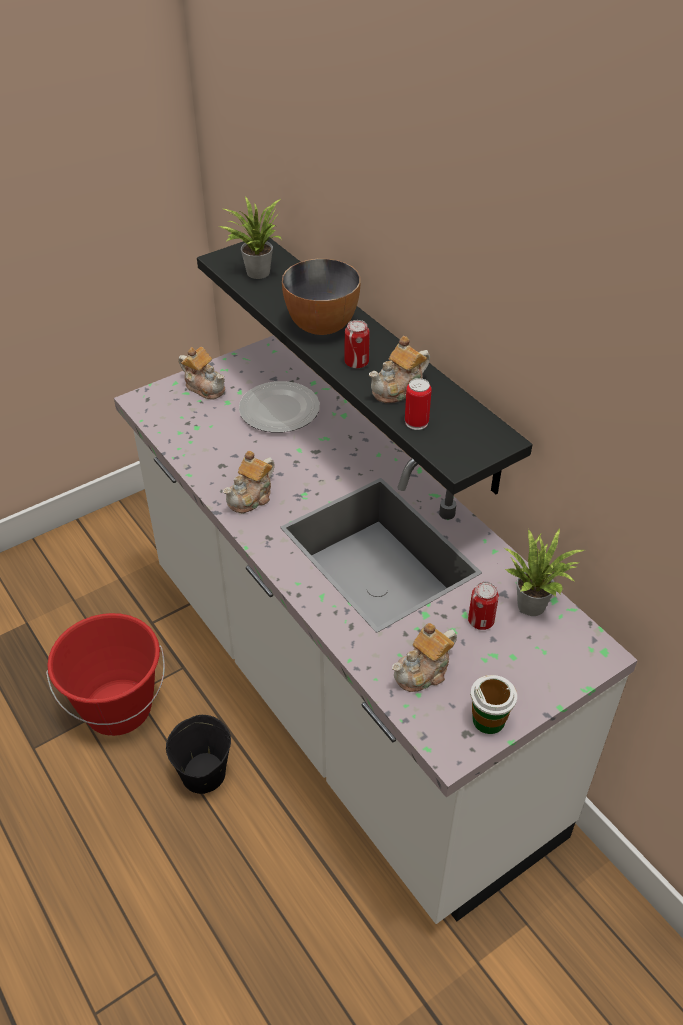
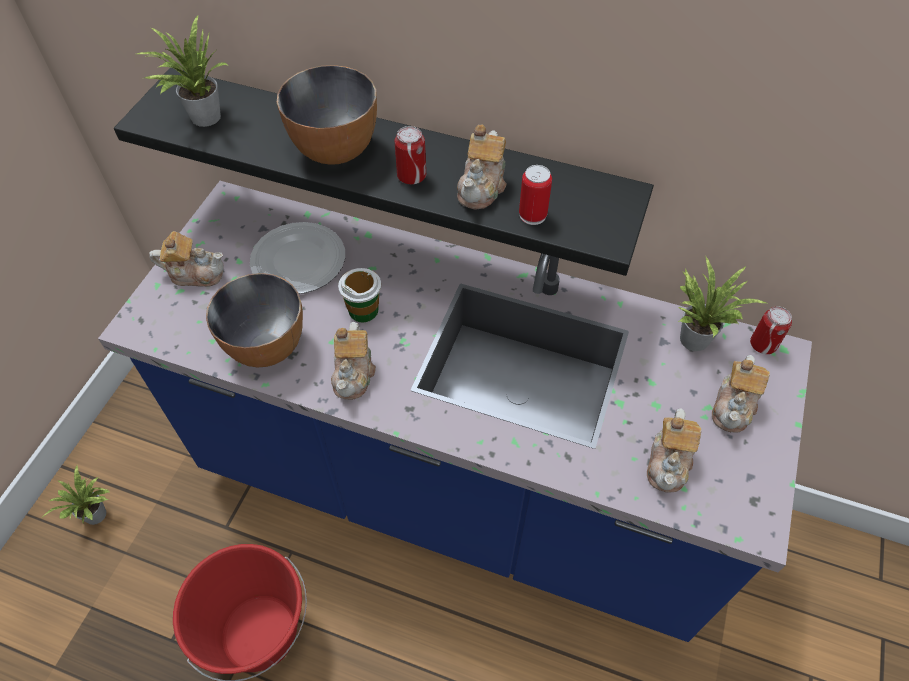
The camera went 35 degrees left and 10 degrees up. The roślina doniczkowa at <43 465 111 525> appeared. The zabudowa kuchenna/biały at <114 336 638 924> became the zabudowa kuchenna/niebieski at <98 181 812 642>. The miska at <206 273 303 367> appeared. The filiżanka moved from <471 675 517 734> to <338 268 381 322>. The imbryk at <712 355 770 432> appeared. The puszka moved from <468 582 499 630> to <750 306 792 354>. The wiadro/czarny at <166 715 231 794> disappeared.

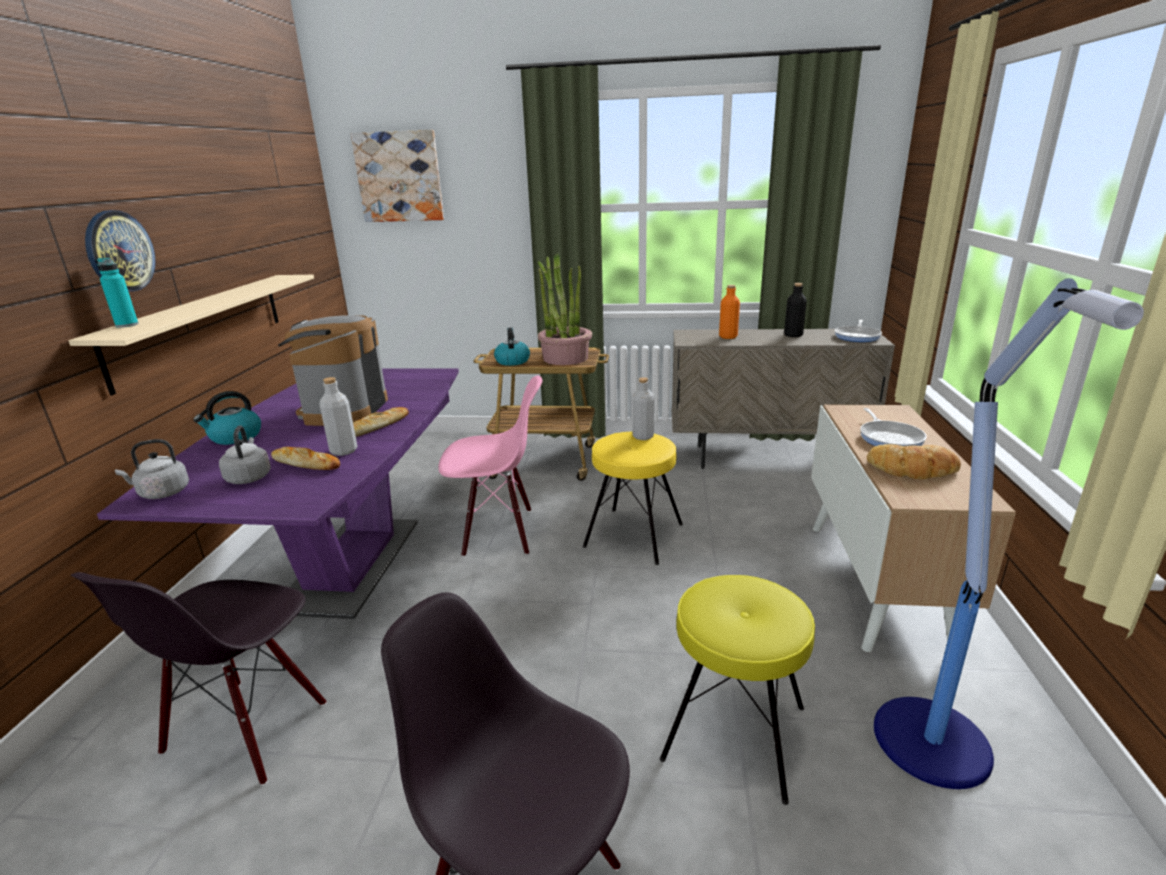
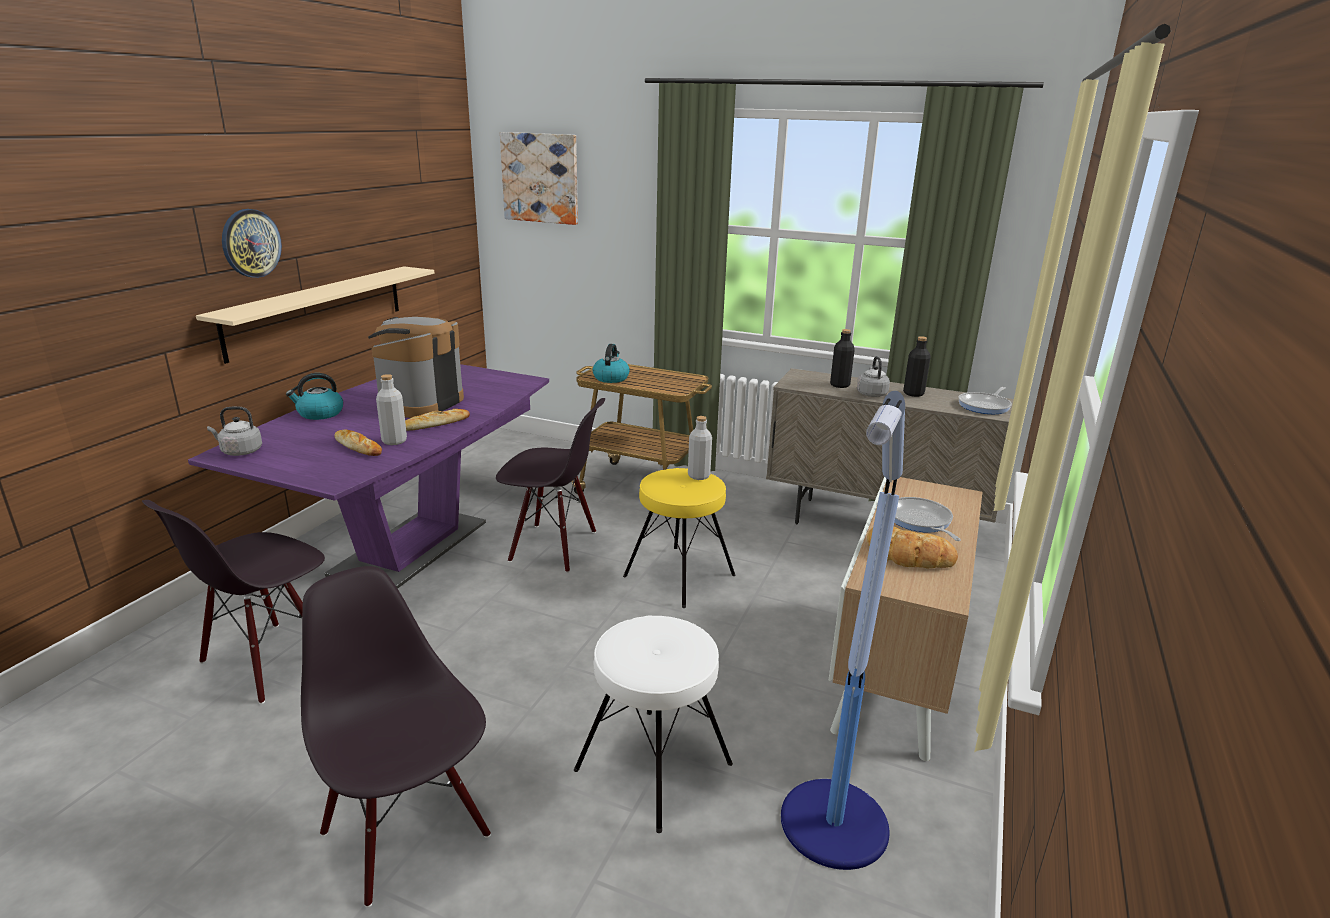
The camera went 15 degrees right and 0 degrees up. The krzesło/różowy at <438 376 542 557> became the krzesło/czarny at <496 398 605 573>. The stołek/żółty at <660 575 815 805> became the stołek/biały at <574 615 733 833>. The butelka/pomarańczowy at <719 285 740 339> became the butelka/czarny at <830 329 855 388>. The czajnik/szary moved from <219 426 271 484> to <857 356 890 397>. The patelnia at <860 408 927 446> turned 150 degrees clockwise. The butelka/turkusowy at <97 258 139 328> disappeared. The roślina doniczkowa at <538 253 592 365> disappeared.

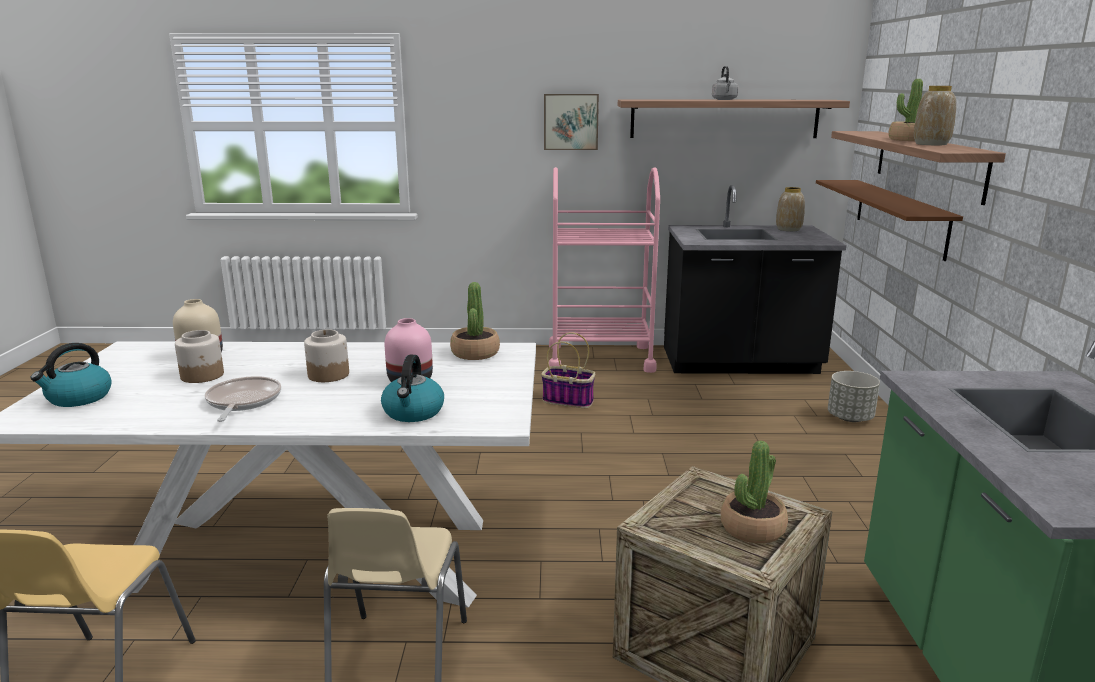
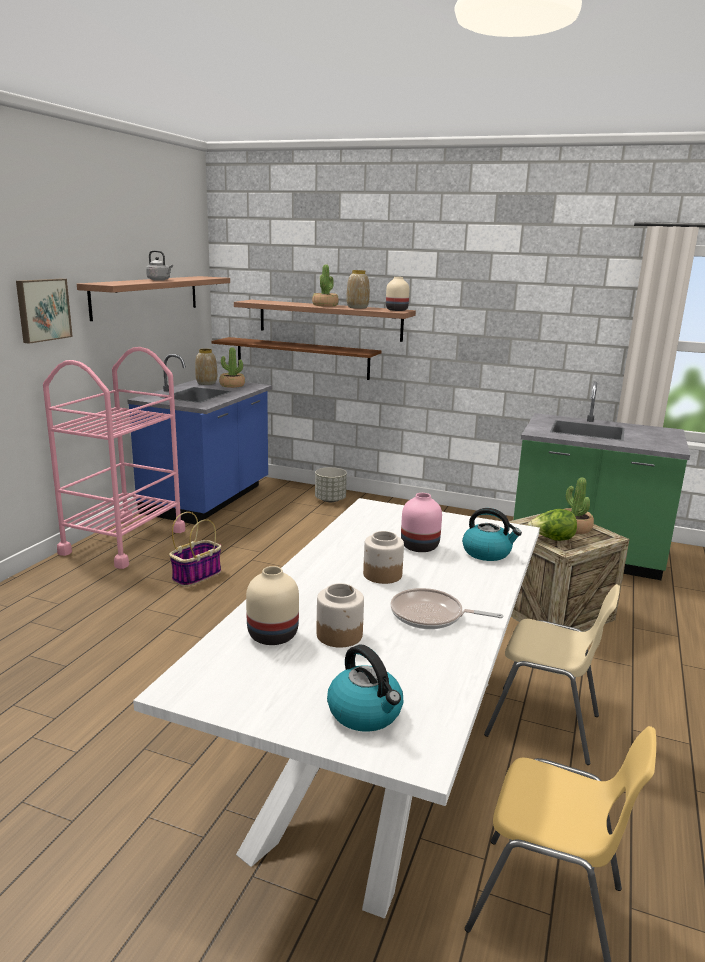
The camera went 70 degrees left and 0 degrees up. The zabudowa kuchenna/czarny at <664 185 846 374> became the zabudowa kuchenna/niebieski at <128 354 272 524>. The roślina doniczkowa moved from <450 282 500 360> to <219 347 245 388>. The wazon/beżowy at <386 277 410 311> appeared. The sałata at <528 509 577 541> appeared.

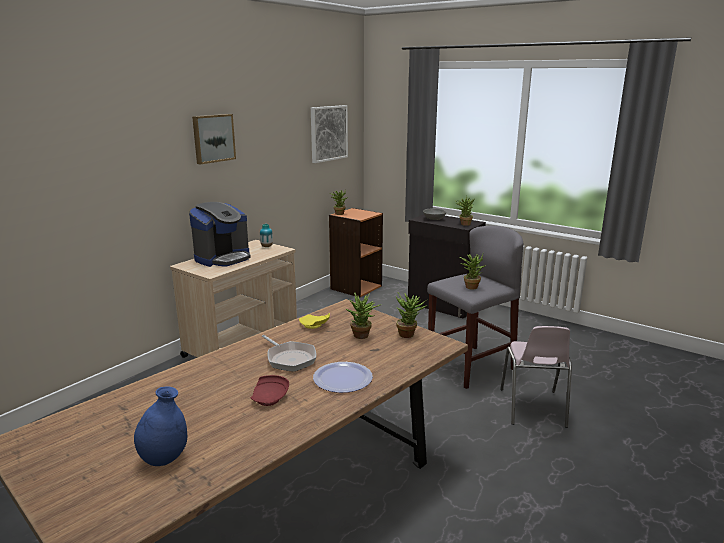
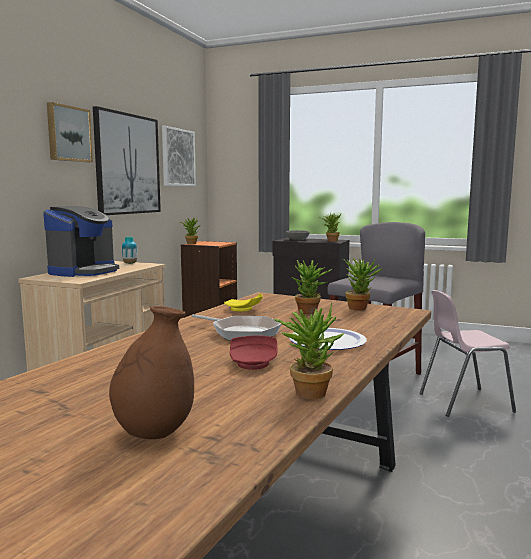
The camera went 15 degrees left and 10 degrees down. The obraz at <93 106 161 215> appeared. The wazon/niebieski at <134 386 187 466> became the wazon/brązowy at <109 306 194 439>. The roślina doniczkowa moved from <459 254 486 290> to <274 303 345 399>. The krzesło/różowy at <500 326 572 428> turned 90 degrees clockwise.

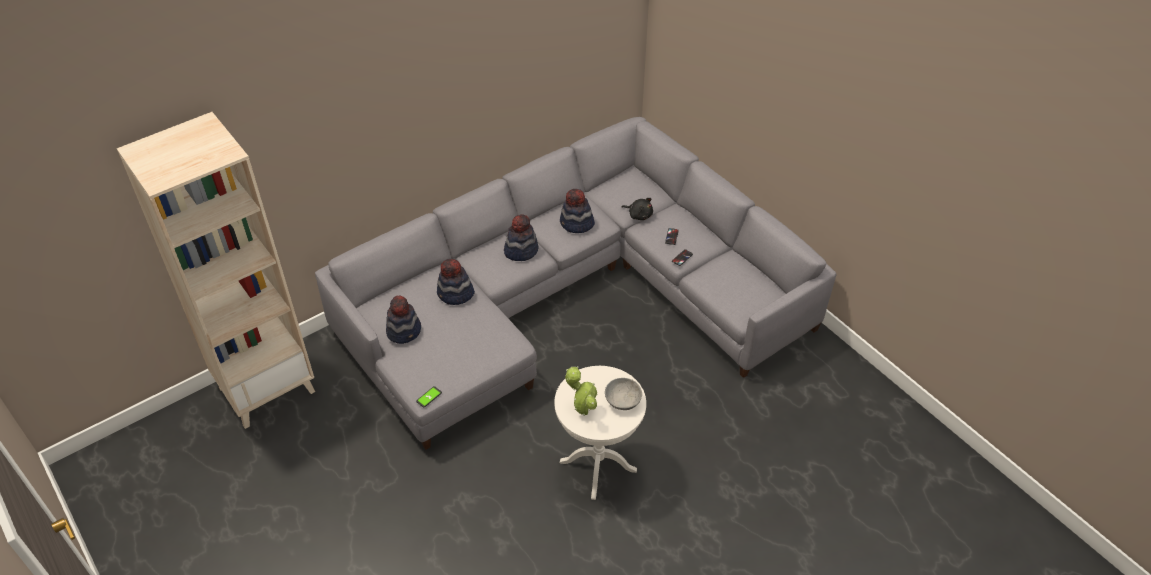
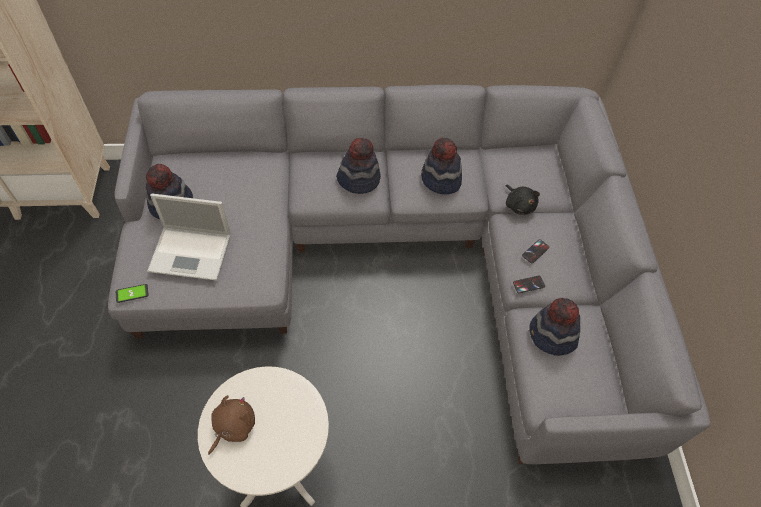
The camera went 30 degrees right and 10 degrees up. The laptop at <147 193 231 281> appeared. The roślina doniczkowa at <565 366 597 416> was replaced by the pluszak/brązowy at <208 395 255 455>. The kapelusz moved from <437 259 475 305> to <529 298 581 356>. The miska/szary at <605 378 642 410> disappeared.

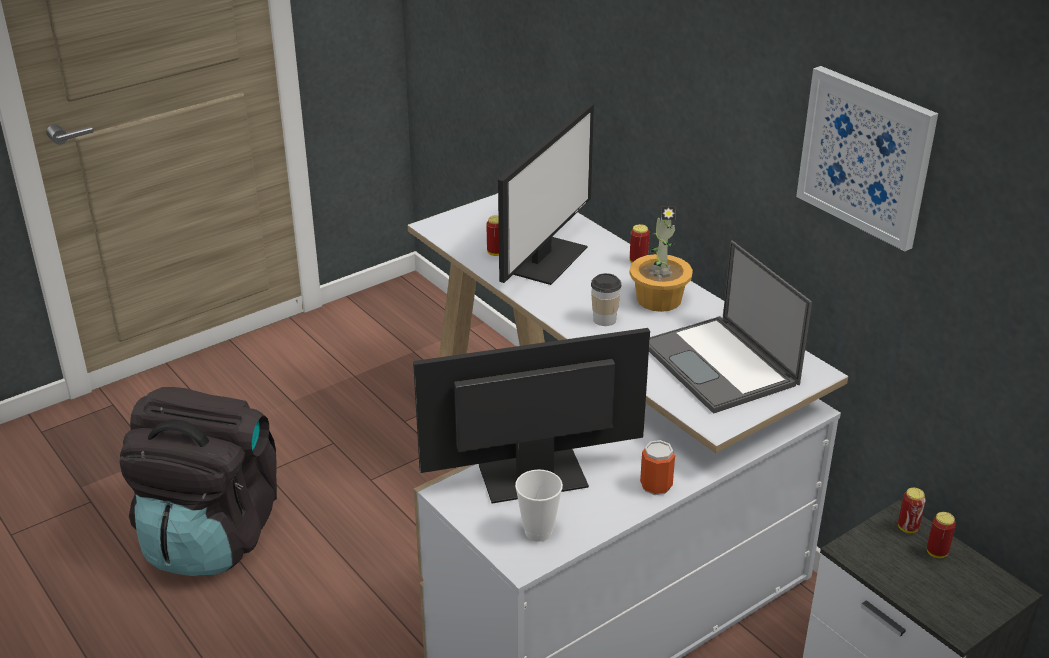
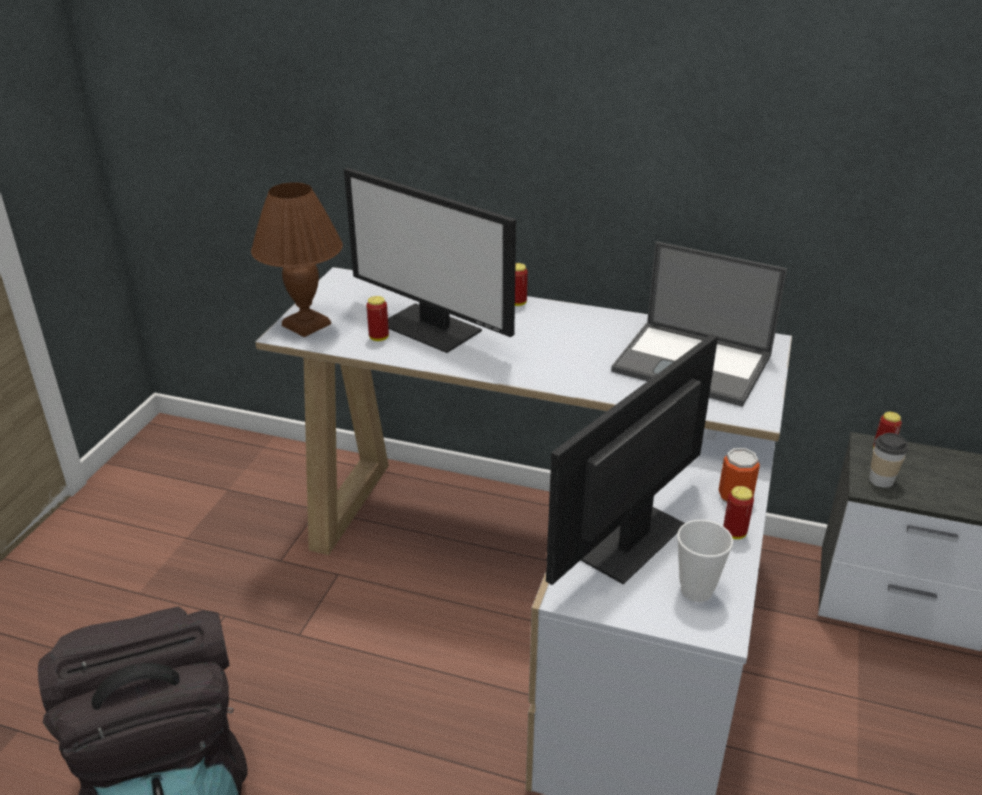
The camera went 35 degrees left and 0 degrees up. The lampa stołowa/brązowy at <251 182 343 337> appeared. The monitor at <498 103 594 285> turned 135 degrees clockwise. The puszka moved from <927 512 956 558> to <723 486 754 539>. The filiżanka moved from <591 273 621 326> to <869 433 908 488>. The roślina doniczkowa at <629 207 693 312> disappeared. The obraz at <796 66 938 251> disappeared.

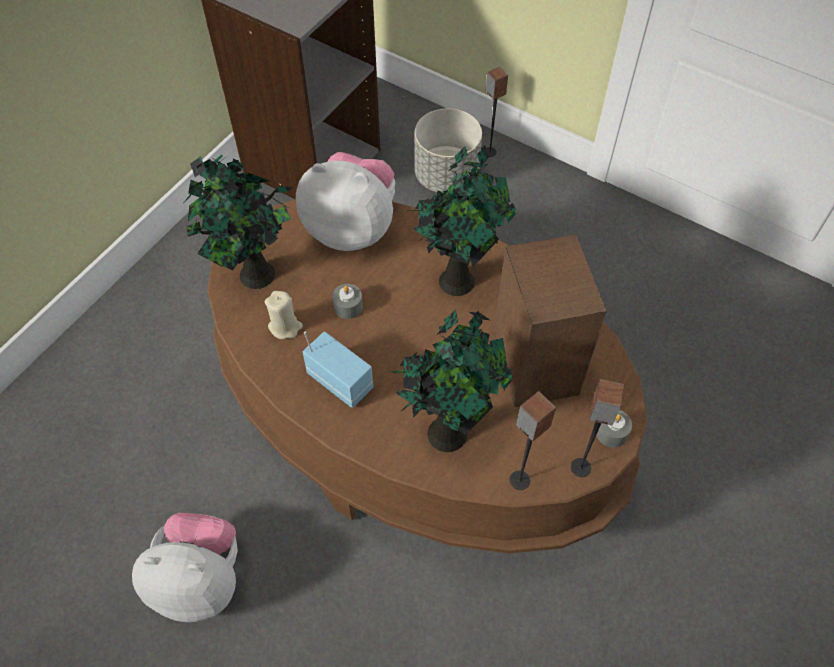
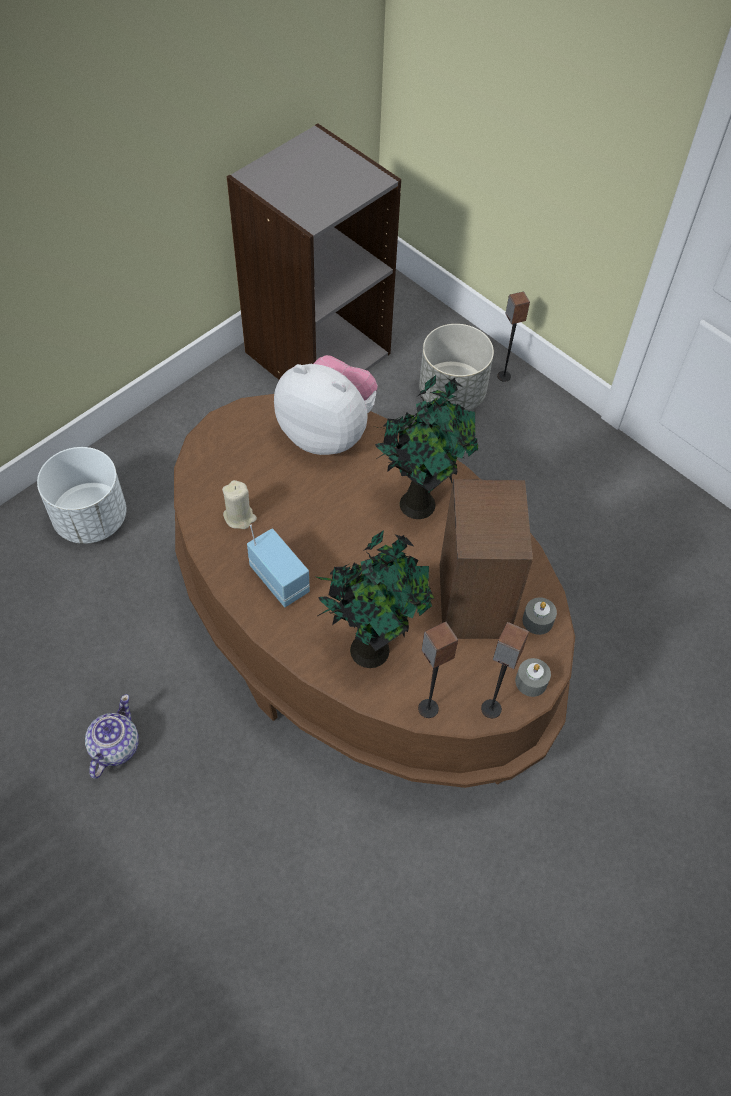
The camera went 10 degrees right and 0 degrees up. The donica/biały at <37 447 127 544> appeared. The pluszak at <132 513 238 622> was replaced by the imbryk at <85 694 139 779>. The świeca/szary moved from <332 284 363 319> to <522 597 557 635>. The roślina doniczkowa at <184 154 293 289> disappeared.

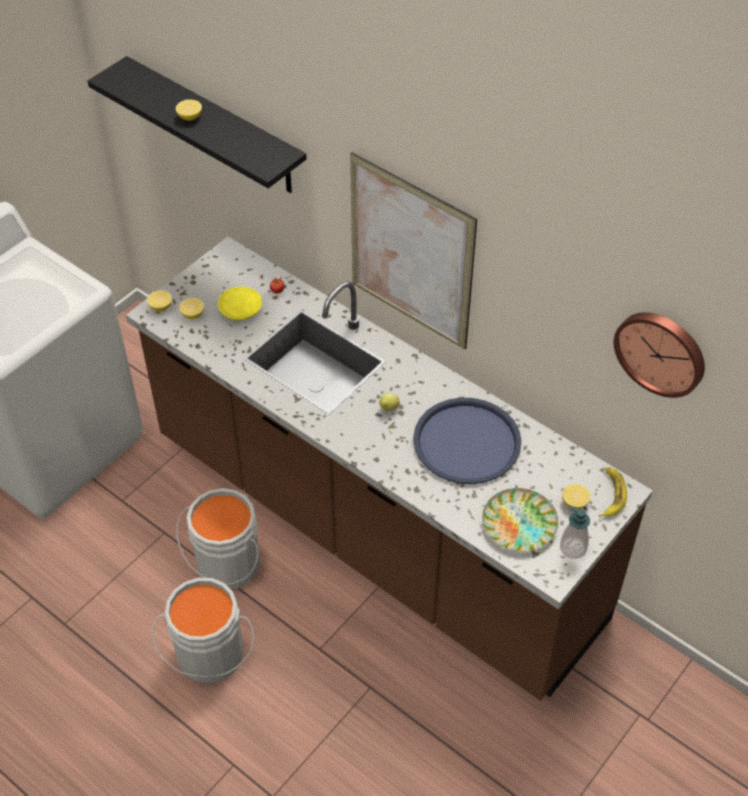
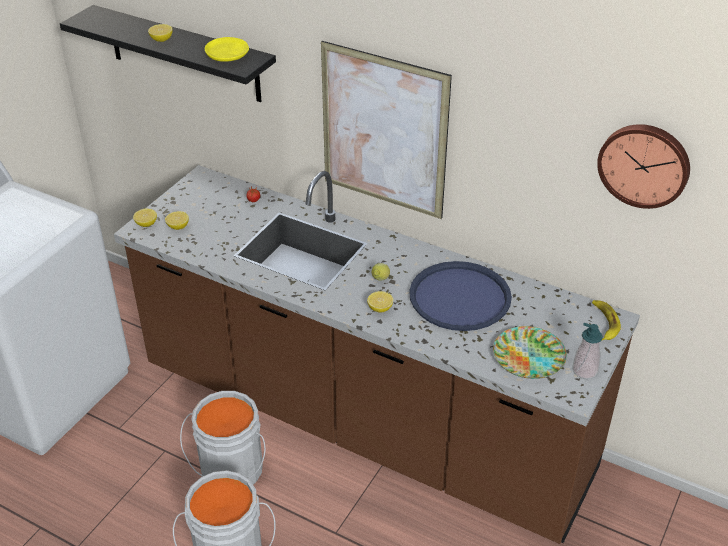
The camera went 10 degrees left and 10 degrees down. The talerz/żółty moved from <218 286 262 320> to <205 37 249 62>. The cytryna moved from <562 484 591 509> to <367 291 393 313>.

